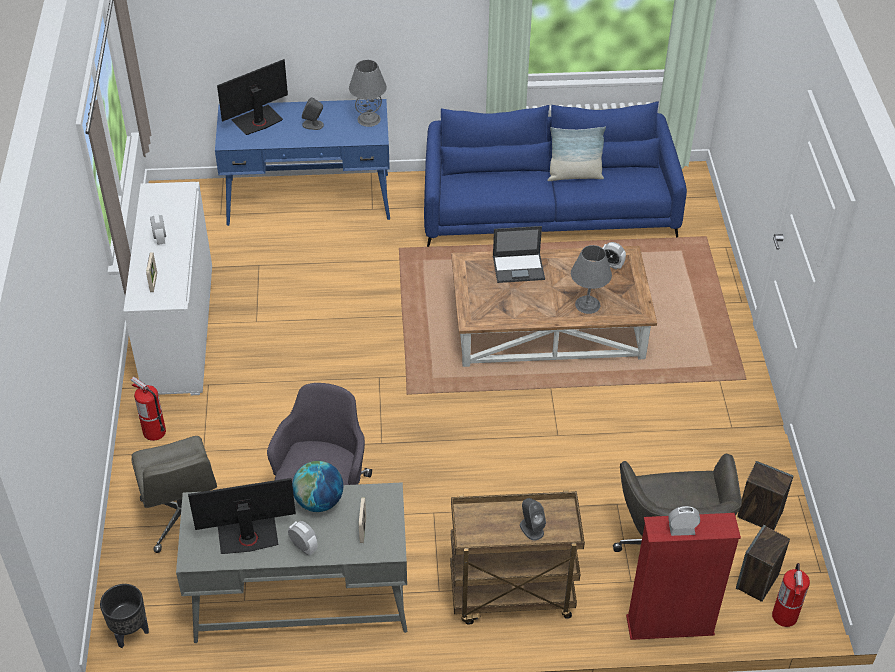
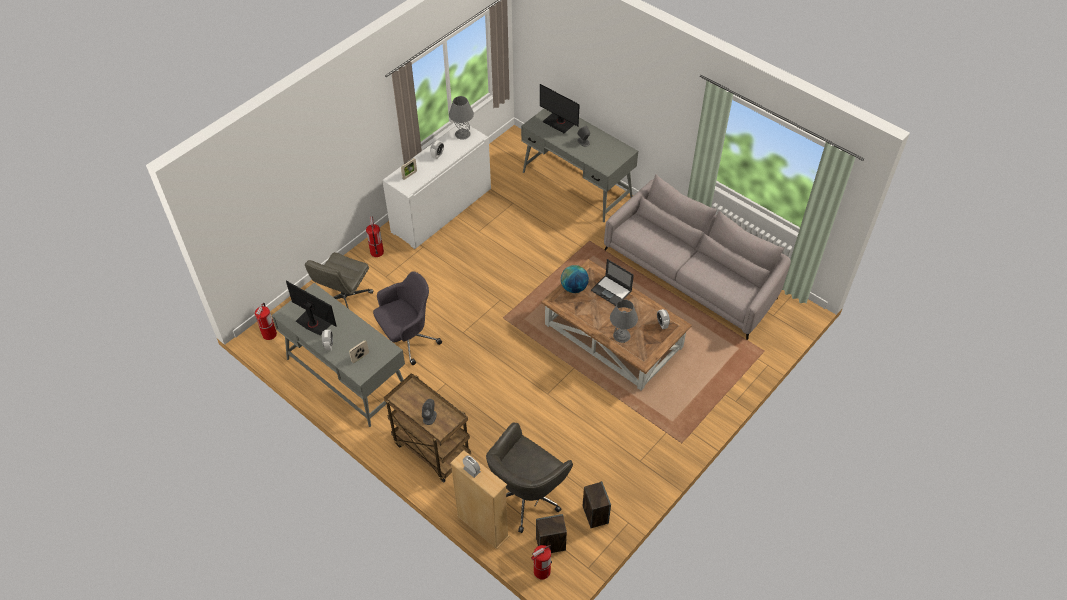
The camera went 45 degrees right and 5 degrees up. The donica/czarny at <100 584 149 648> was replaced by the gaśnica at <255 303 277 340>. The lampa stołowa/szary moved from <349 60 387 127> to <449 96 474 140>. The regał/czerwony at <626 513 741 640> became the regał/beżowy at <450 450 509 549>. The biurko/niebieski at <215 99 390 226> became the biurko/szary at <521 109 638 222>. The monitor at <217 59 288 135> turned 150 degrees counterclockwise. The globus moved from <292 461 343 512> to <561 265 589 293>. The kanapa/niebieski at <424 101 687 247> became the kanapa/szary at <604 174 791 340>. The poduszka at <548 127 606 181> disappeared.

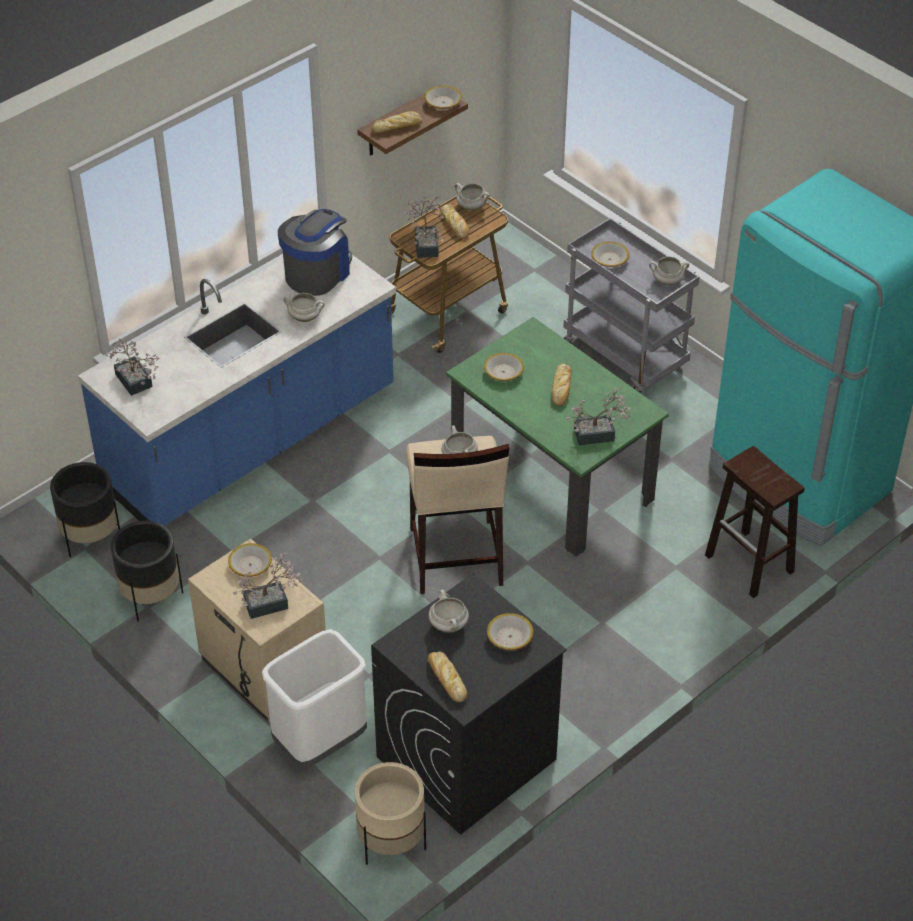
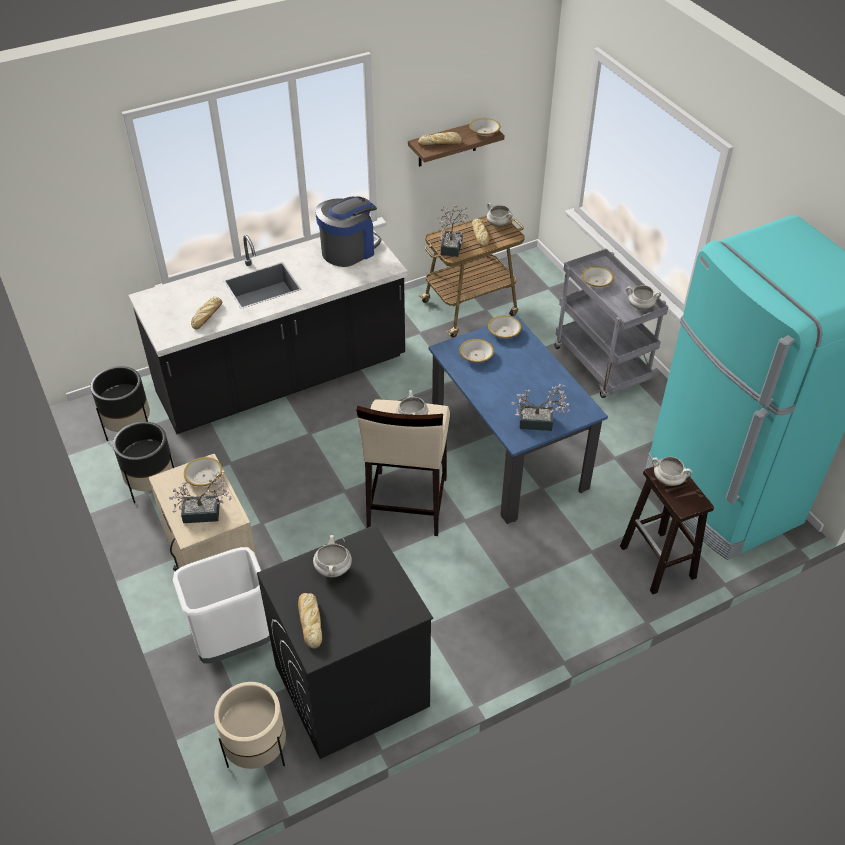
The camera went 15 degrees right and 0 degrees up. The zabudowa kuchenna/niebieski at <78 255 396 526> became the zabudowa kuchenna/czarny at <128 230 408 434>. The chleb moved from <552 364 572 406> to <191 297 222 330>. The stół jadalny/zielony at <446 317 669 557> became the stół jadalny/niebieski at <429 316 608 524>. The miska moved from <487 613 533 650> to <488 316 522 338>. The garnek/biały moved from <283 293 325 322> to <652 456 693 486>. The roślina doniczkowa at <105 338 159 396> disappeared.

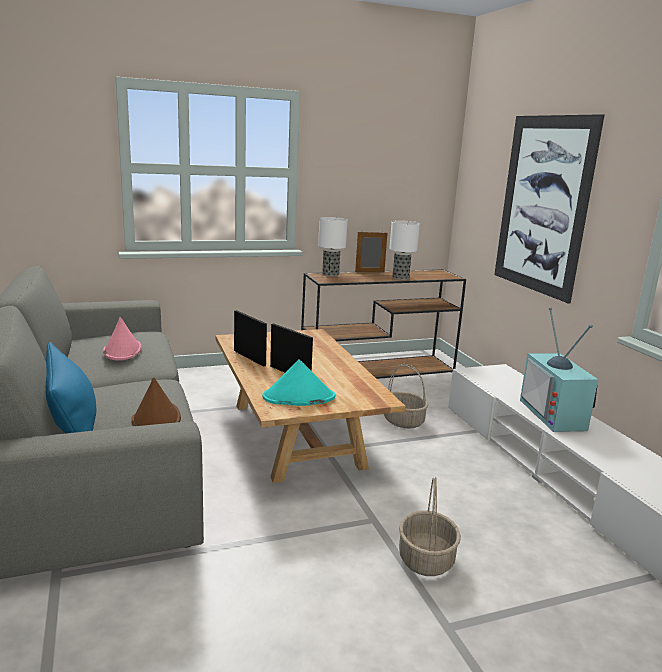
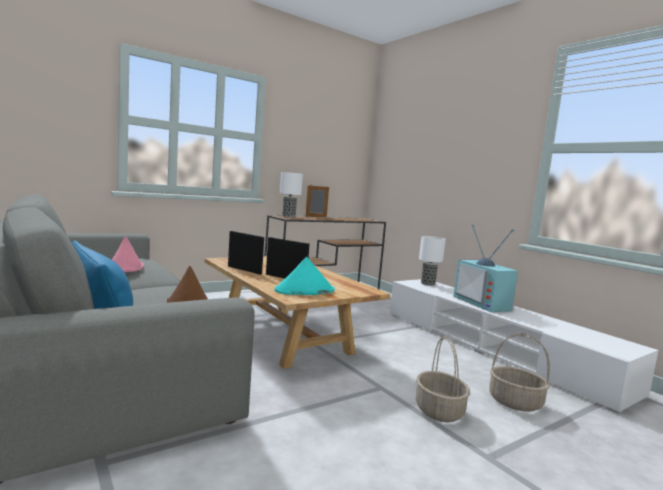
The camera went 15 degrees left and 10 degrees down. The lampa stołowa moved from <389 220 420 280> to <419 236 446 286>. The koszyk moved from <384 364 428 428> to <489 333 550 412>. The obraz at <494 114 605 304> disappeared.

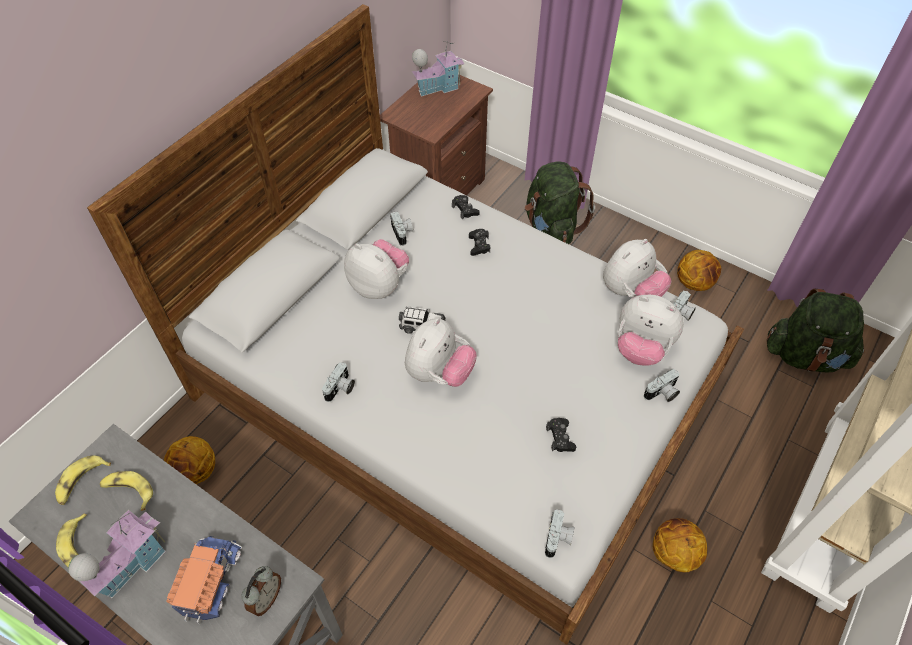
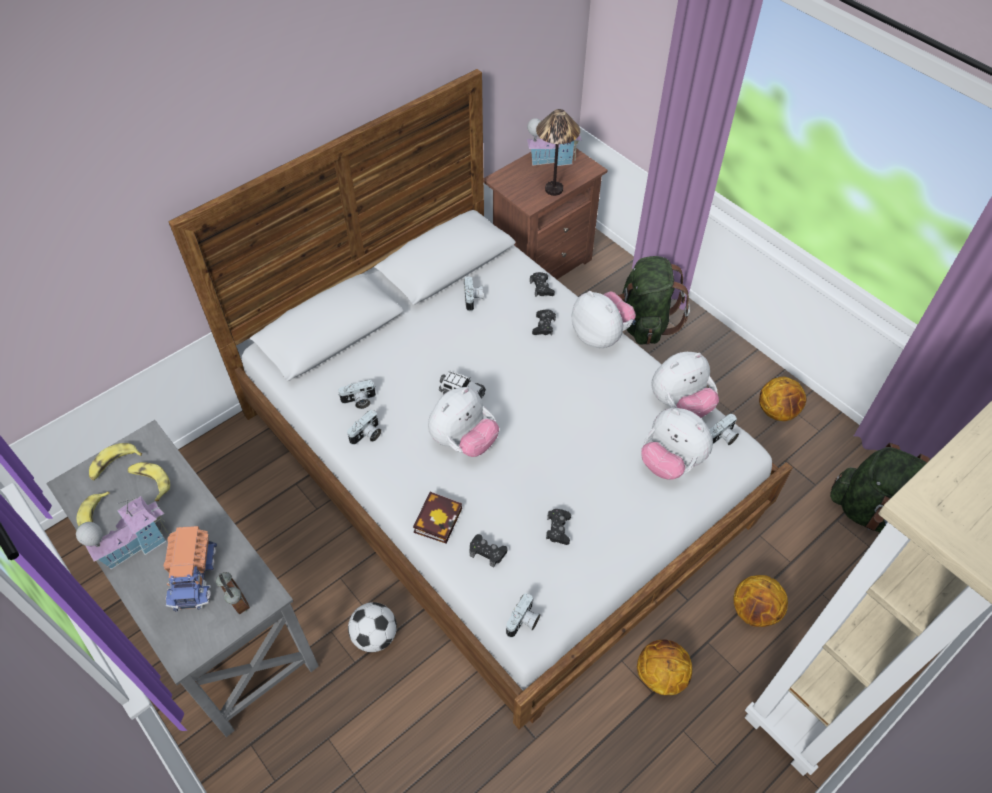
The camera went 15 degrees right and 0 degrees up. The ciężarówka zabawkowa at <166 536 242 624> turned 150 degrees clockwise. The budzik at <242 566 281 616> turned 75 degrees counterclockwise. The aparat fotograficzny moved from <644 369 680 402> to <338 380 376 409>. The piłka futbolowa at <348 602 397 652> appeared. The książka at <413 492 462 544> appeared. The pad do gier/czarny at <469 534 507 567> appeared. The lampa stołowa at <536 109 580 196> appeared. The pluszak moved from <344 239 409 299> to <572 291 636 348>. The piłka do koszykówki moved from <164 436 215 484> to <734 575 788 627>.

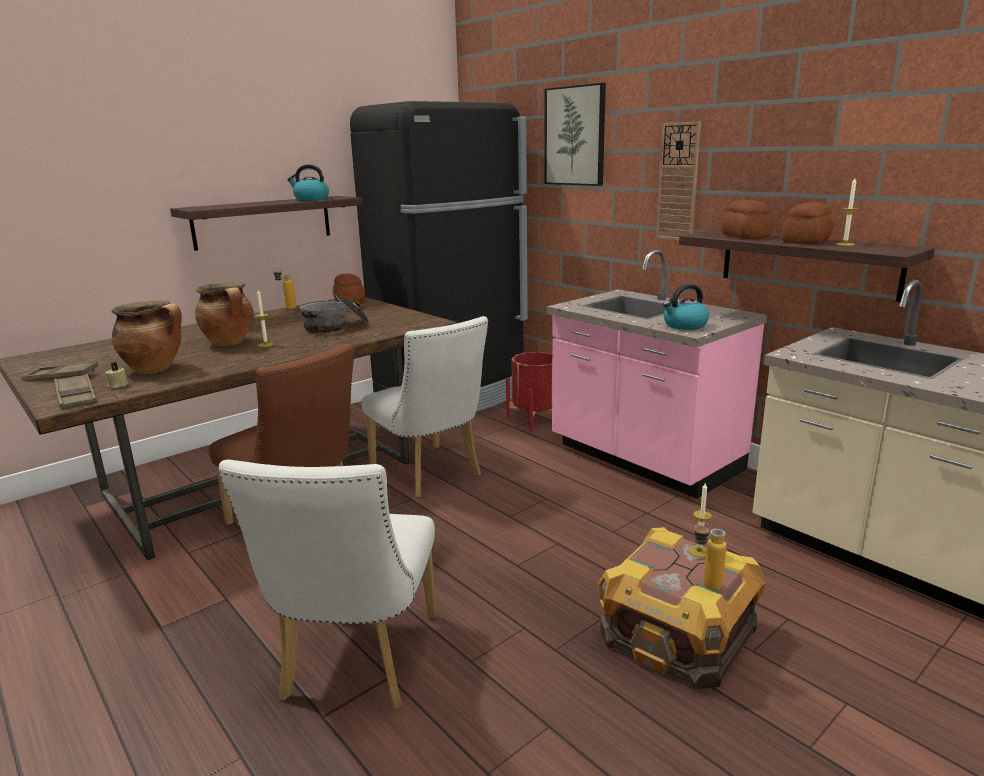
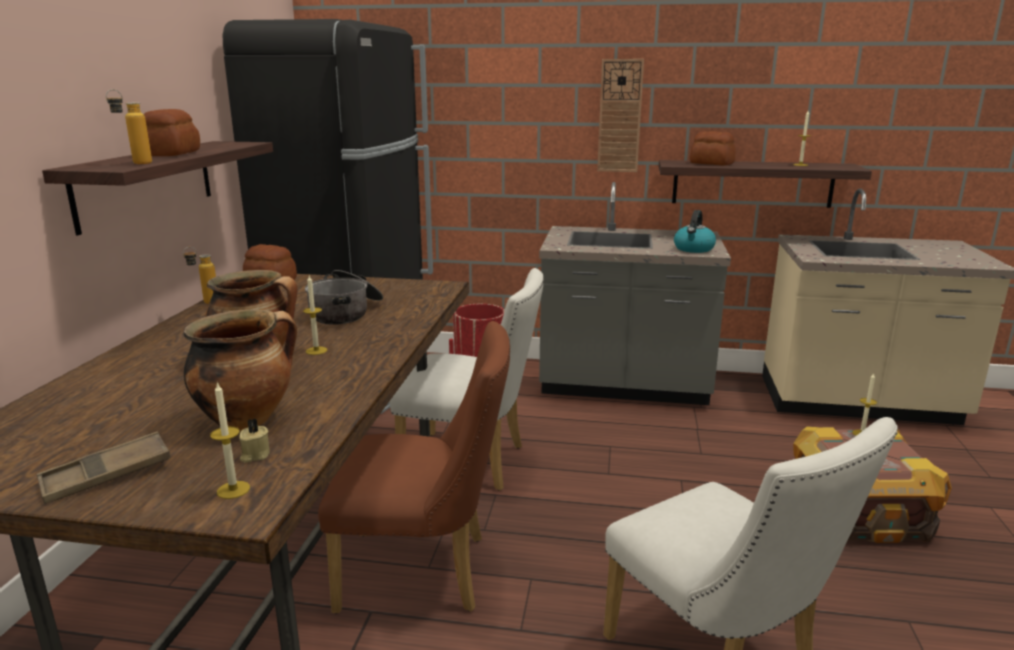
The camera went 40 degrees left and 0 degrees up. The butelka moved from <694 522 727 590> to <106 89 152 164>. The chleb moved from <781 202 834 244> to <144 109 200 156>. The taca/brązowy at <54 374 97 409> was replaced by the świeca at <210 382 250 499>. The zabudowa kuchenna/różowy at <546 250 767 499> became the zabudowa kuchenna/szary at <539 182 731 405>. The czajnik at <287 164 329 201> disappeared. The obraz at <544 83 606 186> disappeared.

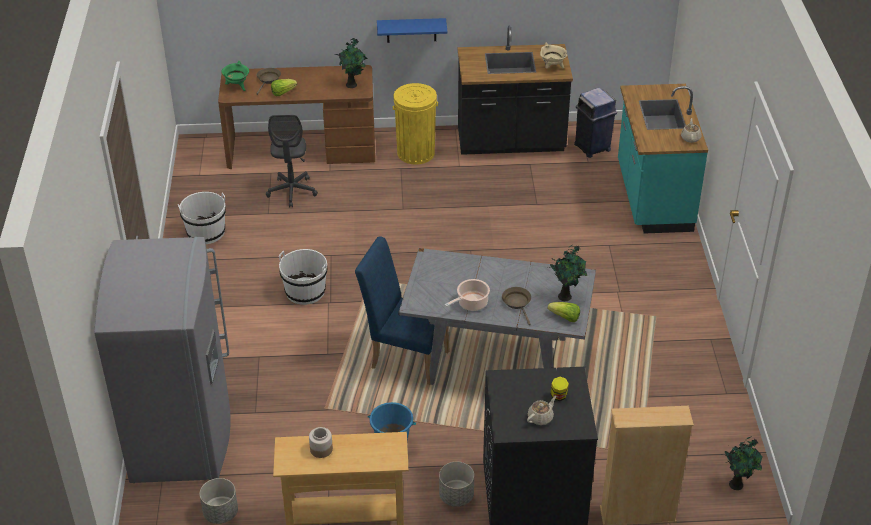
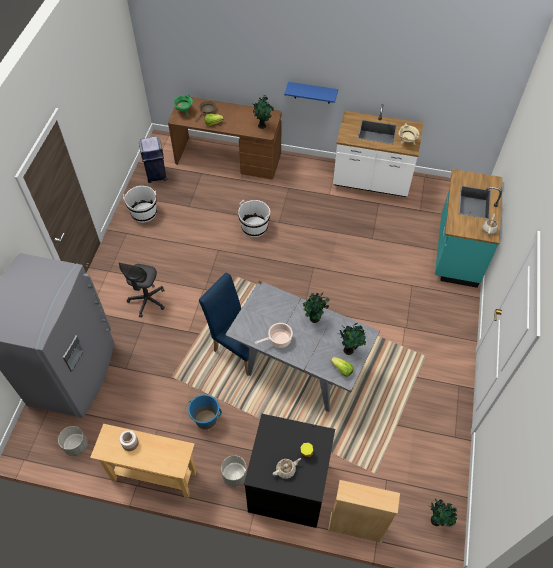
The camera went 15 degrees right and 15 degrees up. The krzesło biurowe/szary moved from <266 115 318 208> to <119 263 165 318>. The kosz na śmieci/niebieski moved from <574 87 617 158> to <139 136 167 183>. The wiadro/biały moved from <279 249 327 305> to <238 200 270 237>. The roślina doniczkowa at <303 293 330 323> appeared. The zabudowa kuchenna/czarny at <458 26 573 155> became the zabudowa kuchenna/biały at <333 104 423 197>. The kosz na śmieci/żółty at <393 83 438 164> disappeared. The patelnia/brązowy at <502 287 531 325> disappeared.

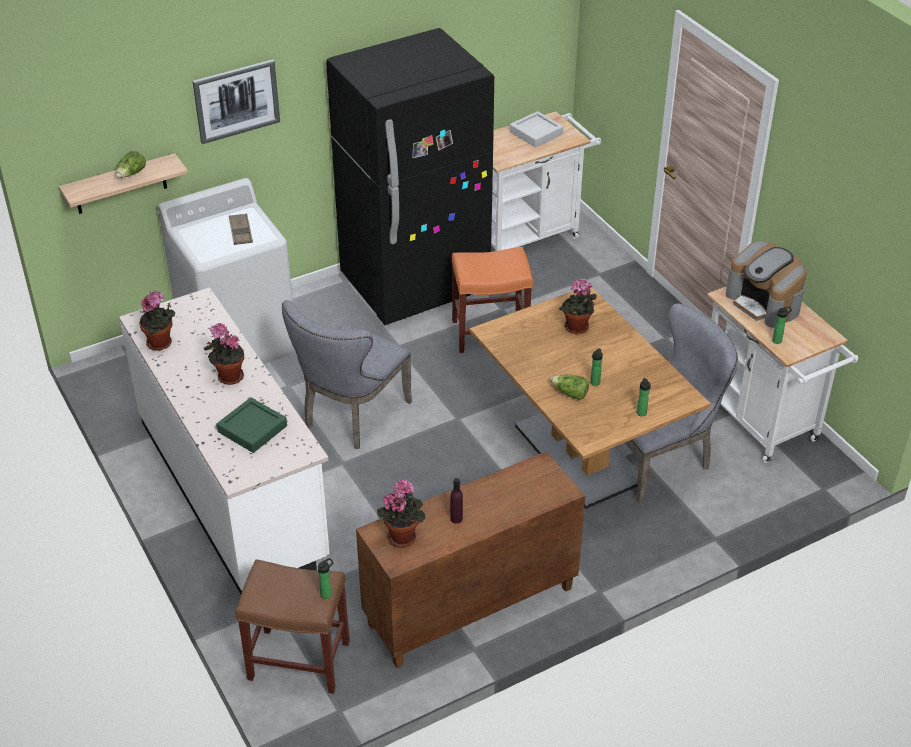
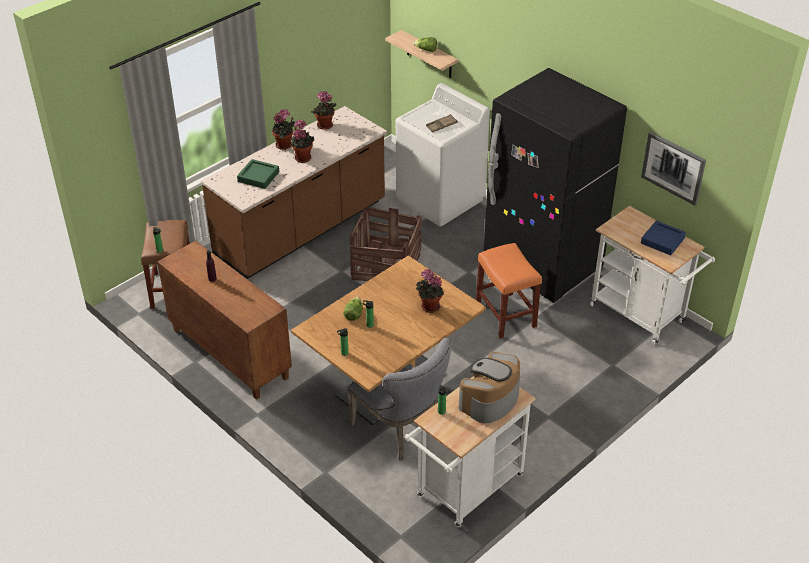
The camera went 75 degrees right and 0 degrees up. The zabudowa kuchenna/biały at <119 287 330 594> became the zabudowa kuchenna/brązowy at <201 106 387 279>. The roślina doniczkowa moved from <377 479 425 548> to <272 109 295 150>. The krzesło/szary at <282 300 412 449> was replaced by the skrzynka at <350 207 422 281>. The obraz moved from <193 59 280 144> to <641 132 706 205>. The taca/szary at <510 111 563 147> became the taca/niebieski at <641 221 686 255>.

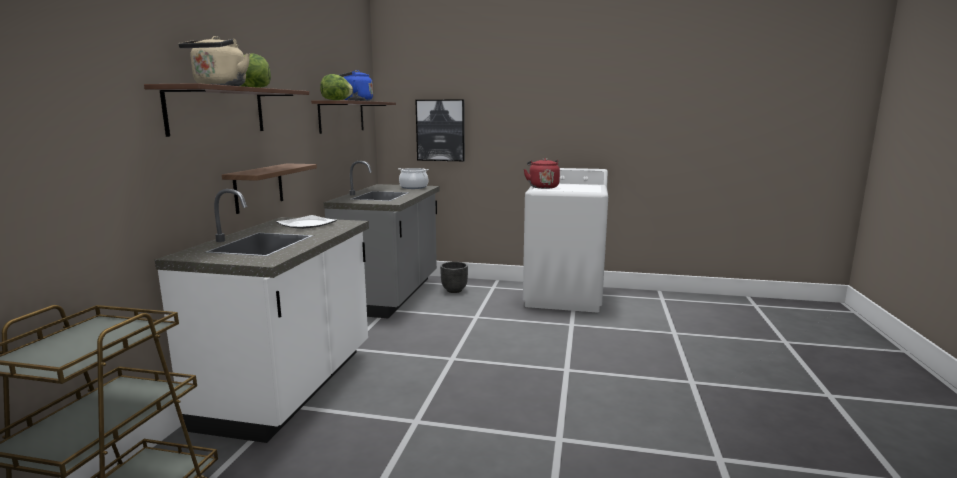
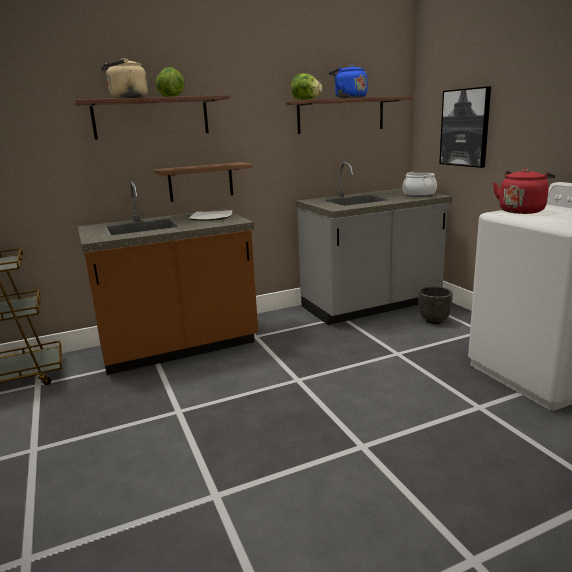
The camera went 55 degrees right and 5 degrees up. The zabudowa kuchenna/biały at <155 189 369 443> became the zabudowa kuchenna/brązowy at <78 181 258 375>.

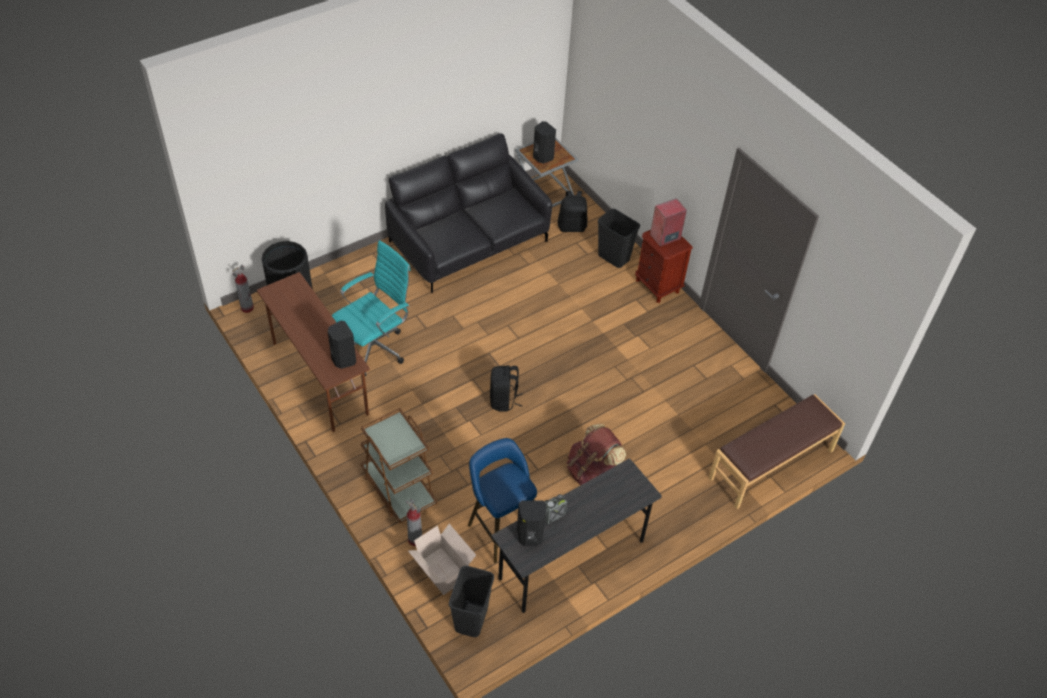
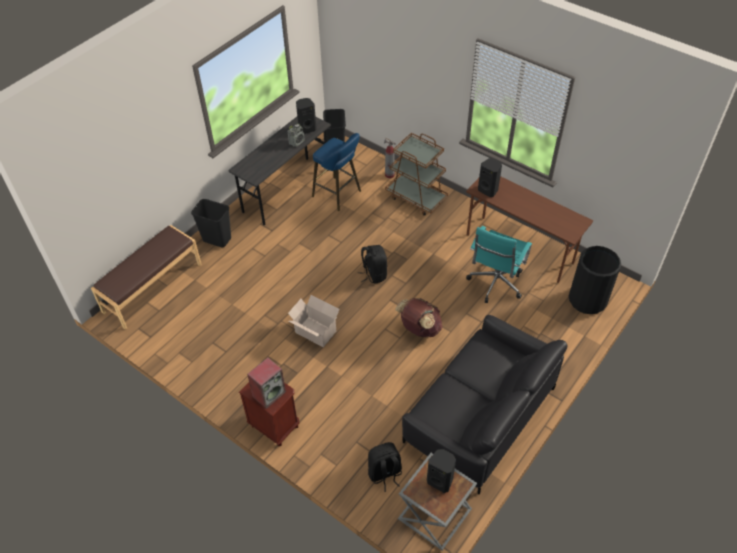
The camera went 165 degrees right and 0 degrees up. The kosz na śmieci/czarny moved from <598 209 640 268> to <191 199 231 247>. The karton moved from <408 524 476 595> to <288 295 339 347>. The plecak/brązowy moved from <567 424 626 485> to <395 298 442 337>. The gaśnica at <232 265 254 313> disappeared.

